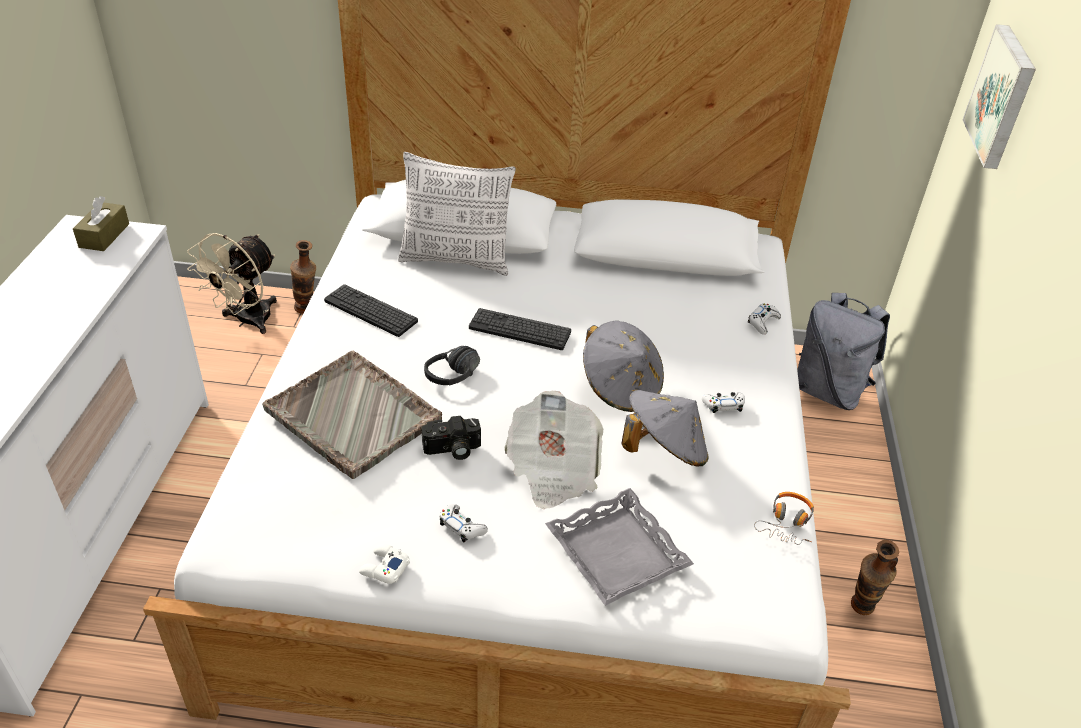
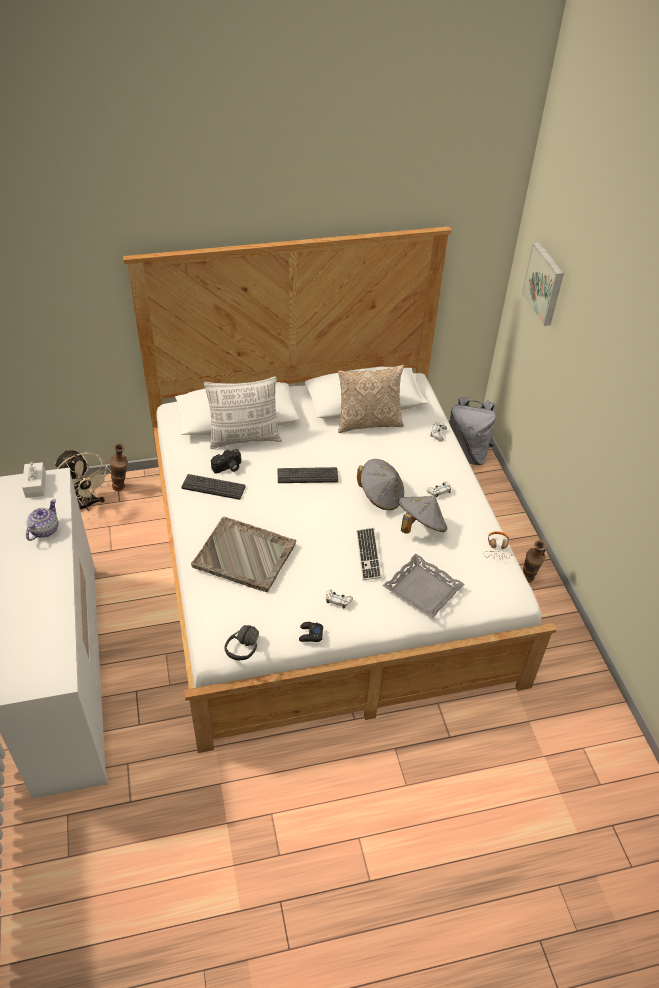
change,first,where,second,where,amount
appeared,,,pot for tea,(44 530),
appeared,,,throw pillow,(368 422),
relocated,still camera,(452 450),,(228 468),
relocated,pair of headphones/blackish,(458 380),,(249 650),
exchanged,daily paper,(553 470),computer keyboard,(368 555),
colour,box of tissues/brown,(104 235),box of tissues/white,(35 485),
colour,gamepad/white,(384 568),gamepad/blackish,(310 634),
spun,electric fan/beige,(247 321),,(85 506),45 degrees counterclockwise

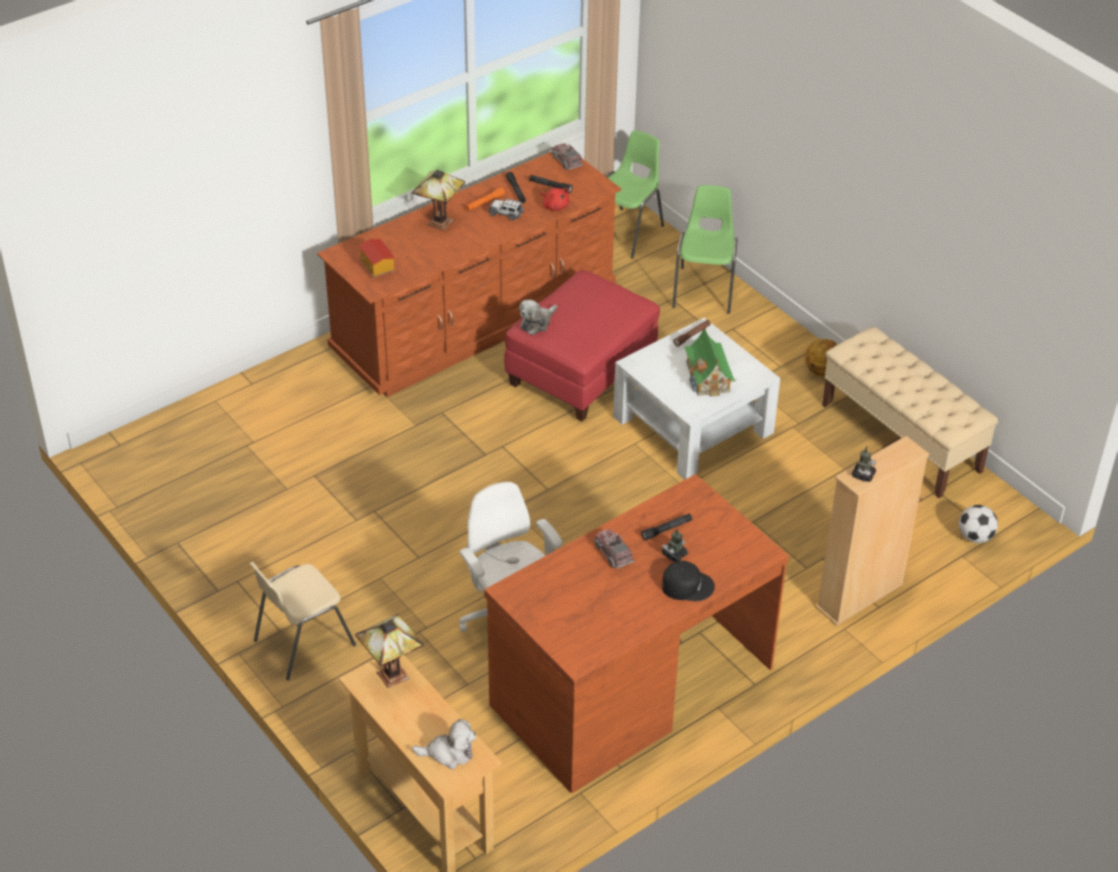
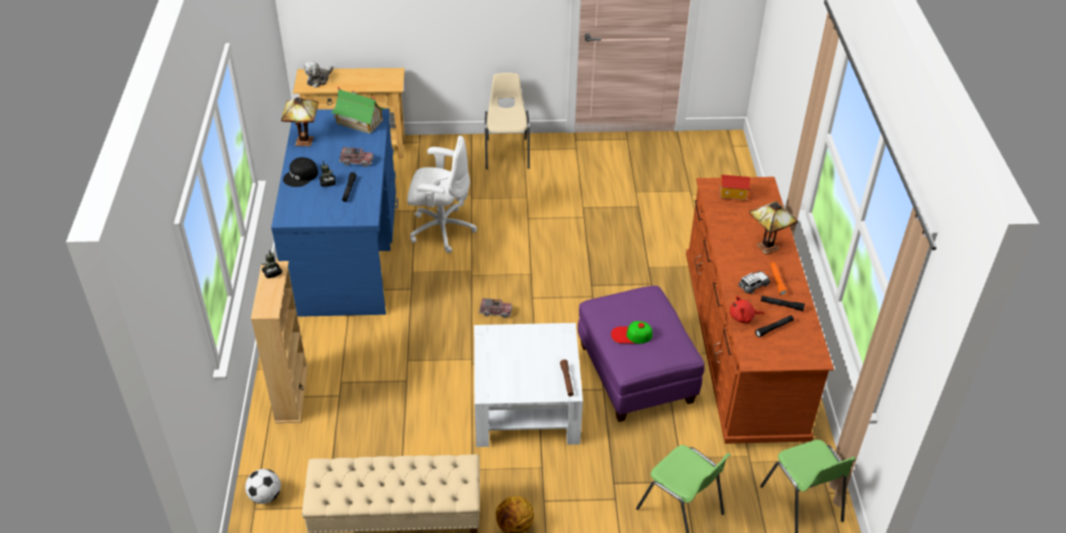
change,first,where,second,where,amount
missing,cuddly toy,(537 323),,,
appeared,,,peaked cap,(631 335),
relocated,table lamp,(391 677),,(303 140),
relocated,toy truck,(567 161),,(495 312),
relocated,model house,(708 377),,(359 121),
colour,desk table/brown,(630 685),desk table/bluish,(346 253),
colour,ottoman/red,(581 372),ottoman/purple-coloured,(636 375),

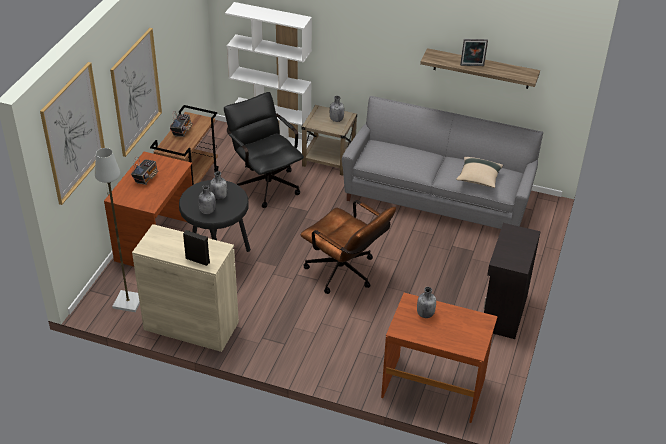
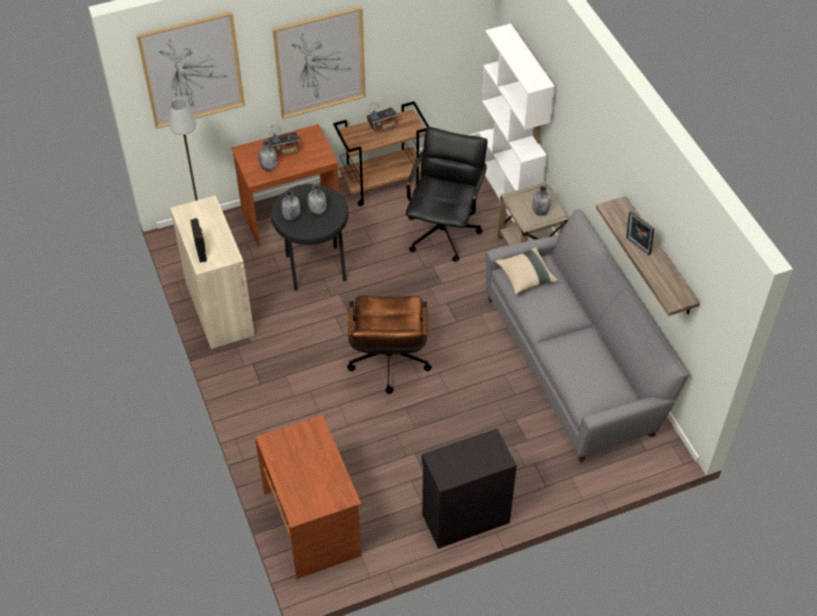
change,first,where,second,where,amount
relocated,bottle/grey,(425 314),,(269 166),
relocated,throw pillow/beige,(478 178),,(525 277),

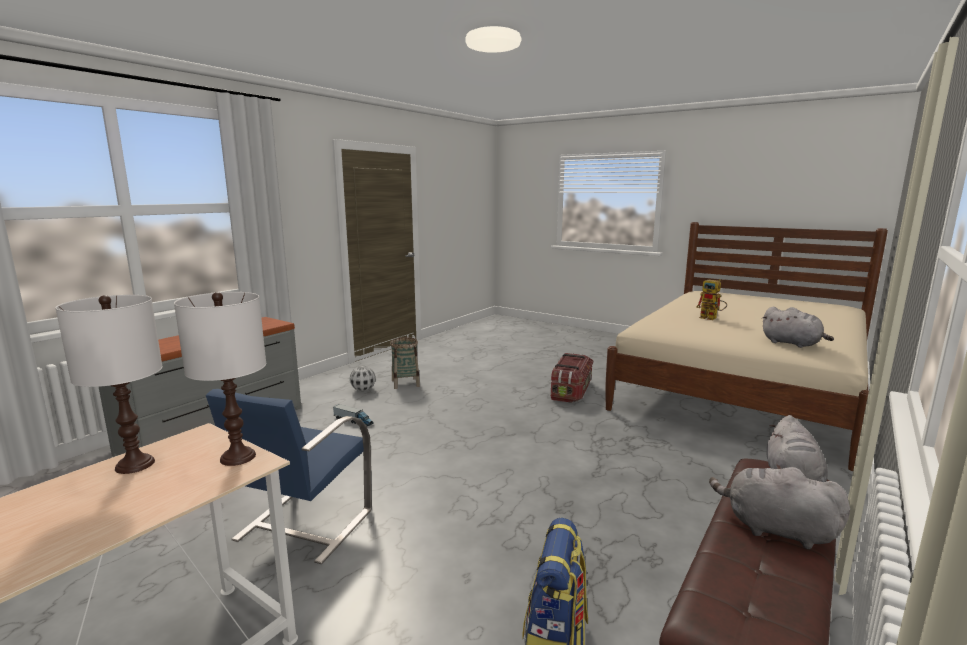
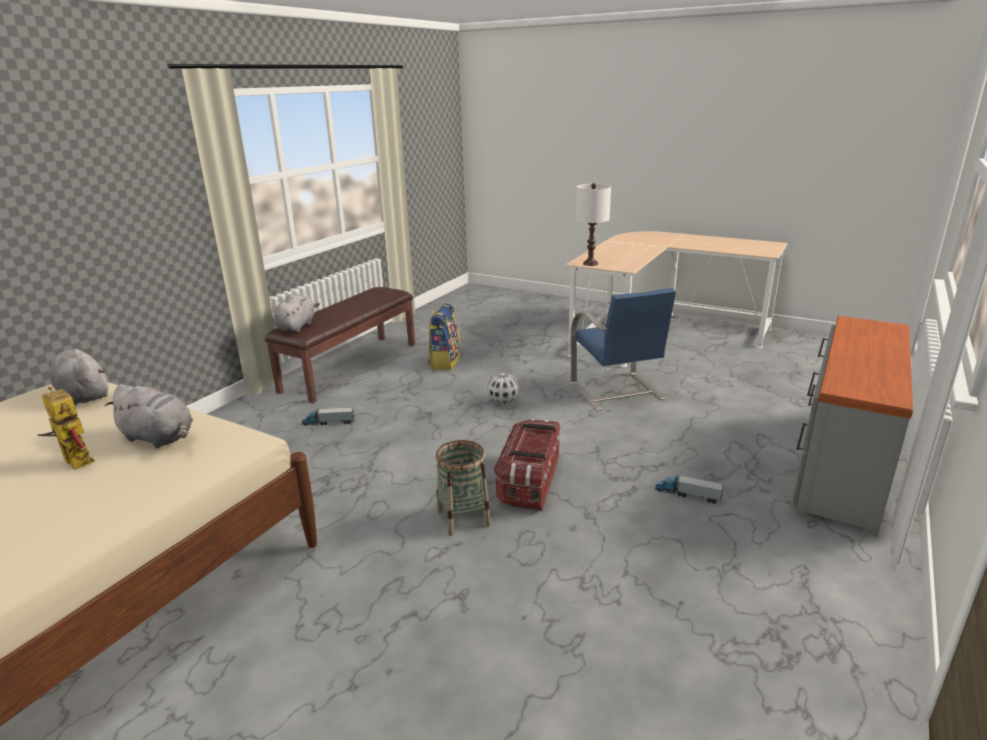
change,first,where,second,where,amount
missing,table lamp/white,(134 465),,,
appeared,,,toy truck,(328 422),
relocated,football ball,(363 390),,(503 402),
relocated,household basket,(405 383),,(463 518),
relocated,storage box,(571 391),,(529 481),
relocated,cuddly toy/grey,(774 529),,(160 438),
spun,plain chair/bluish,(302 526),,(617 392),150 degrees clockwise

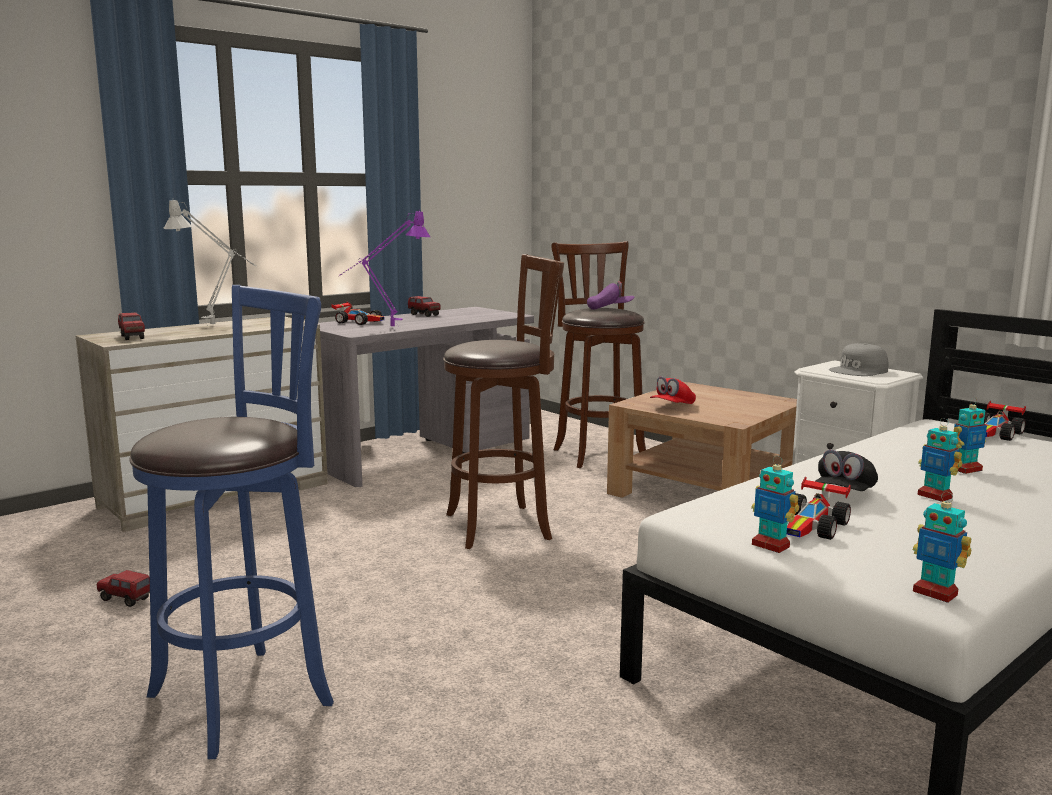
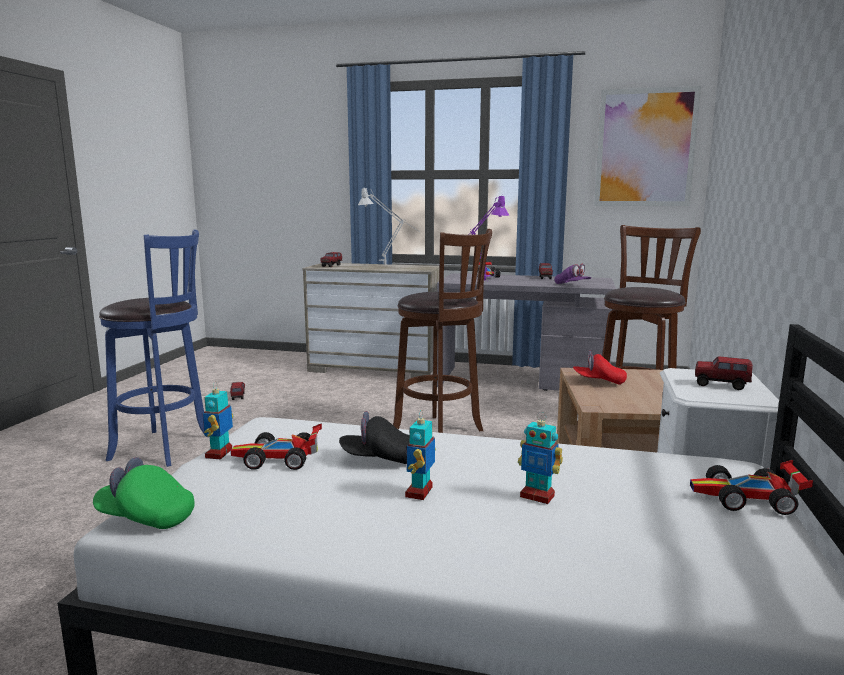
change,first,where,second,where,amount
appeared,,,wall picture,(645 148),
relocated,peaked cap/purple-coloured,(610 309),,(572 285),
exchanged,peaked cap/grey,(859 371),toy truck,(721 385),
exchanged,robot figure,(935 593),peaked cap/green,(146 517),

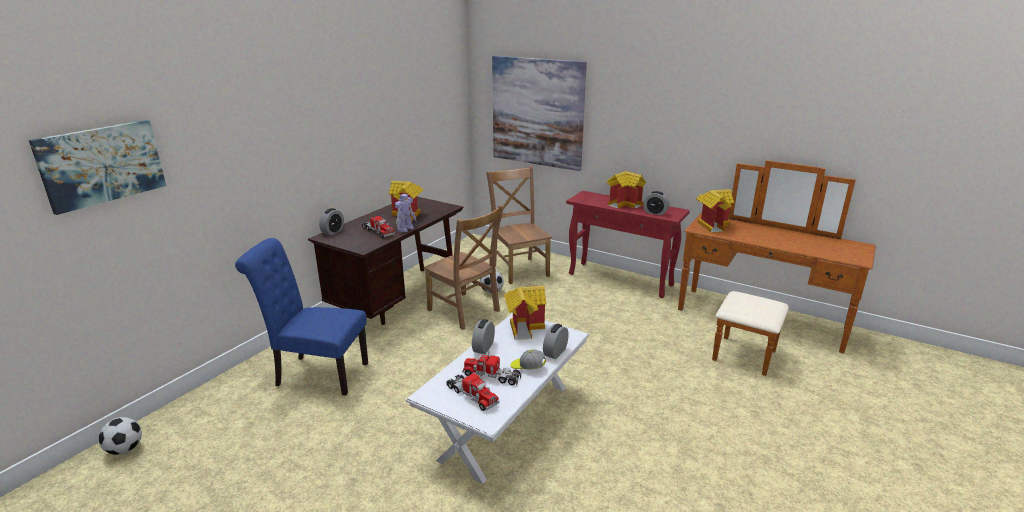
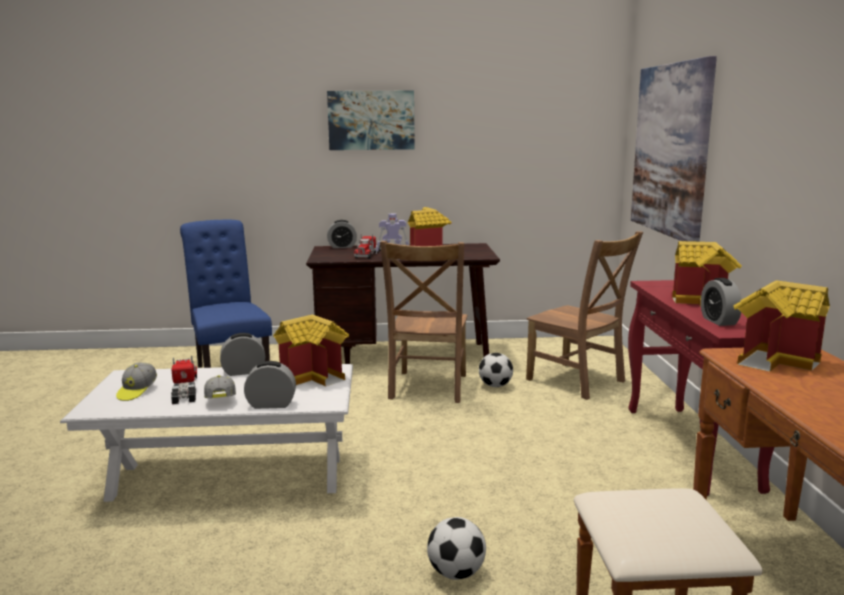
change,first,where,second,where,amount
relocated,wall picture,(102 164),,(371 120),
relocated,football ball,(125 449),,(456 573),
exchanged,toy truck,(471 395),peaked cap,(137 391),
spun,plain chair/brown,(519 269),,(578 382),105 degrees clockwise

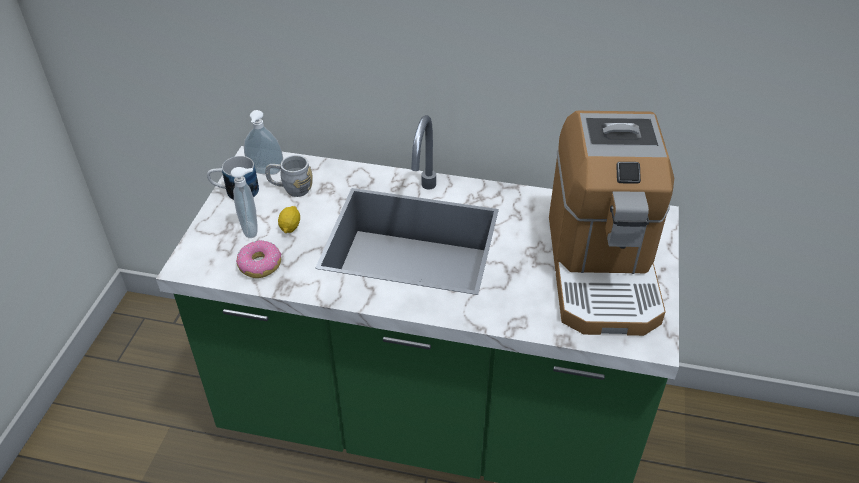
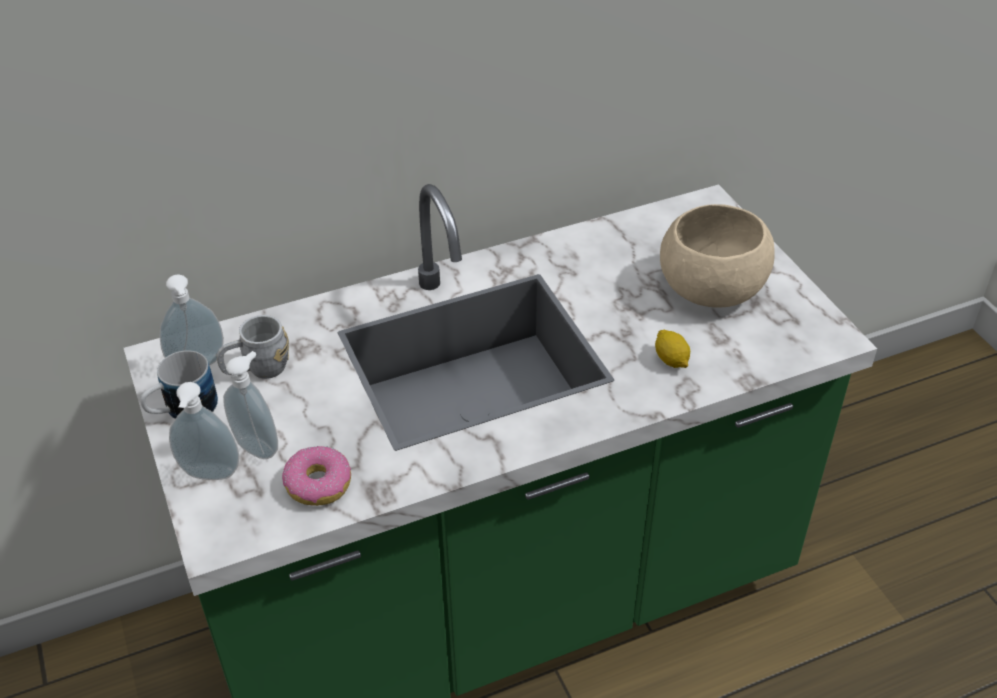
change,first,where,second,where,amount
appeared,,,liquid soap bottle,(210 475),
relocated,citrus fruit,(290 227),,(671 359),
exchanged,coffee brewer,(602 268),deep dish/beige,(711 286),

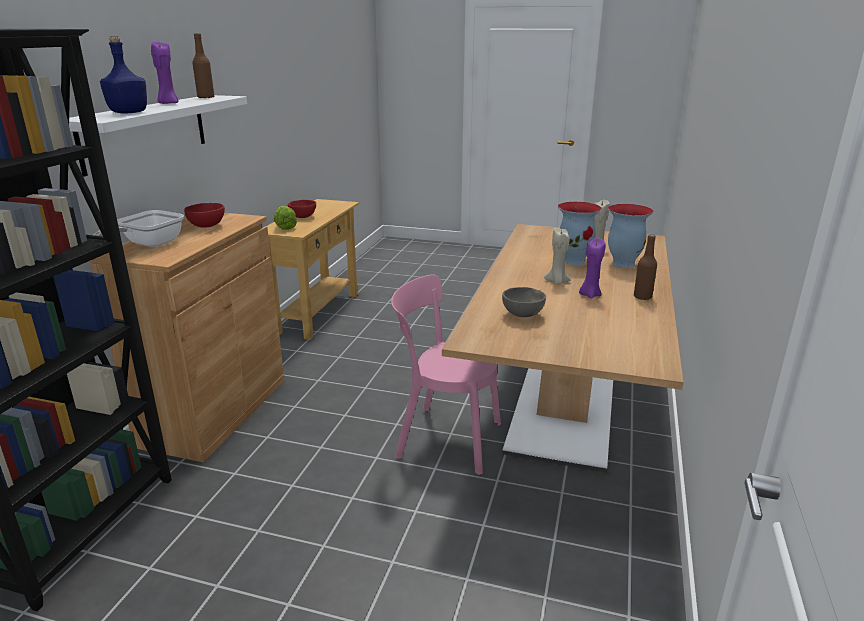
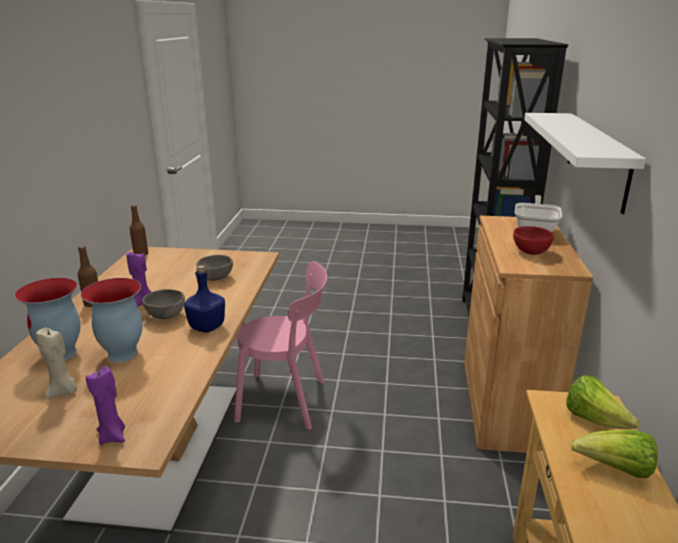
change,first,where,second,where,amount
relocated,bottle/bluish,(128 112),,(207 327),
relocated,candle/purple-coloured,(168 103),,(113 436),
relocated,bottle/brown,(206 97),,(141 254),
exchanged,deep dish/red,(303 217),lettuce head,(615 469),
exchanged,candle/beige,(557 282),deep dish/grey,(166 316),

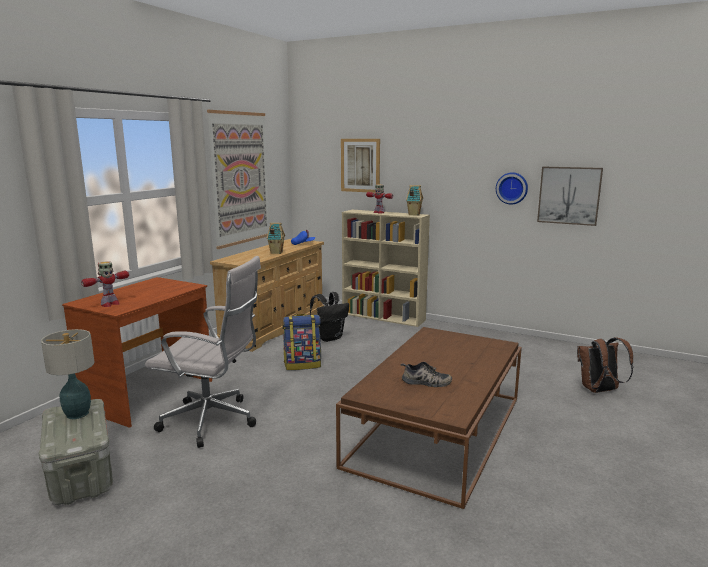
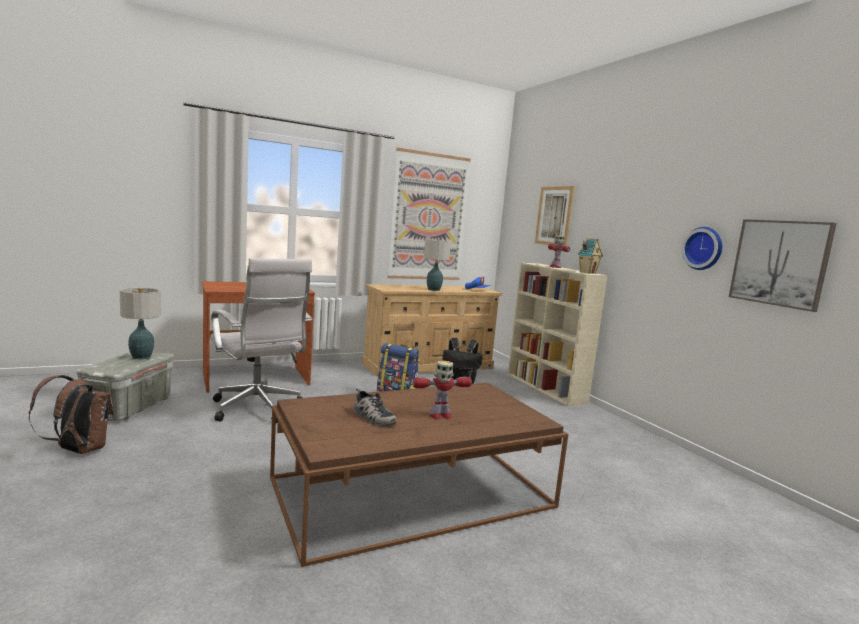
change,first,where,second,where,amount
relocated,robot figure,(109 304),,(440 415),
relocated,knapsack/brown,(599 390),,(78 450),
exchanged,model house,(276 252),table lamp,(433 290),

